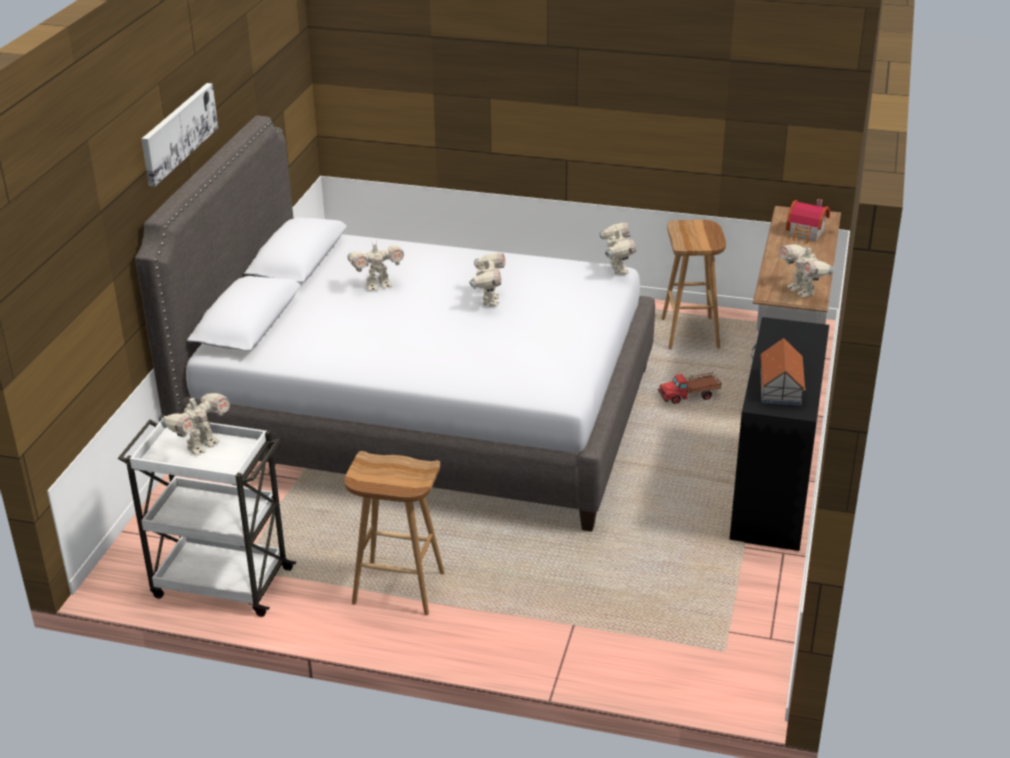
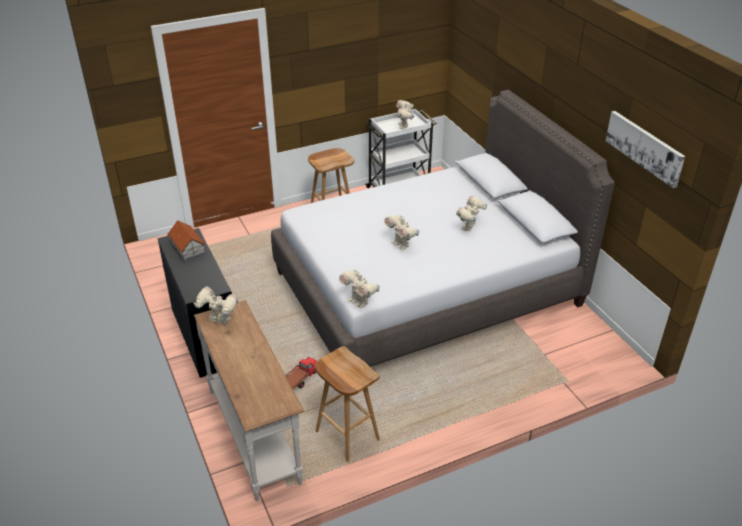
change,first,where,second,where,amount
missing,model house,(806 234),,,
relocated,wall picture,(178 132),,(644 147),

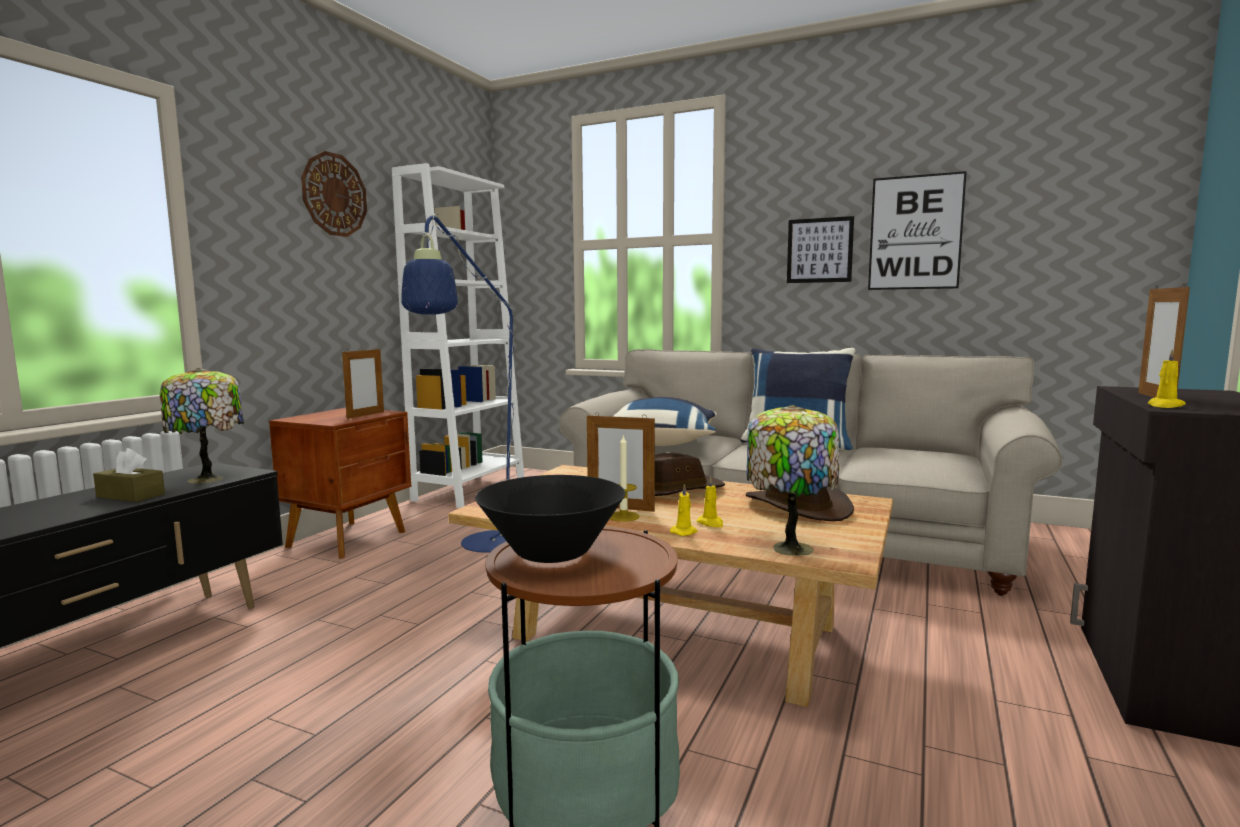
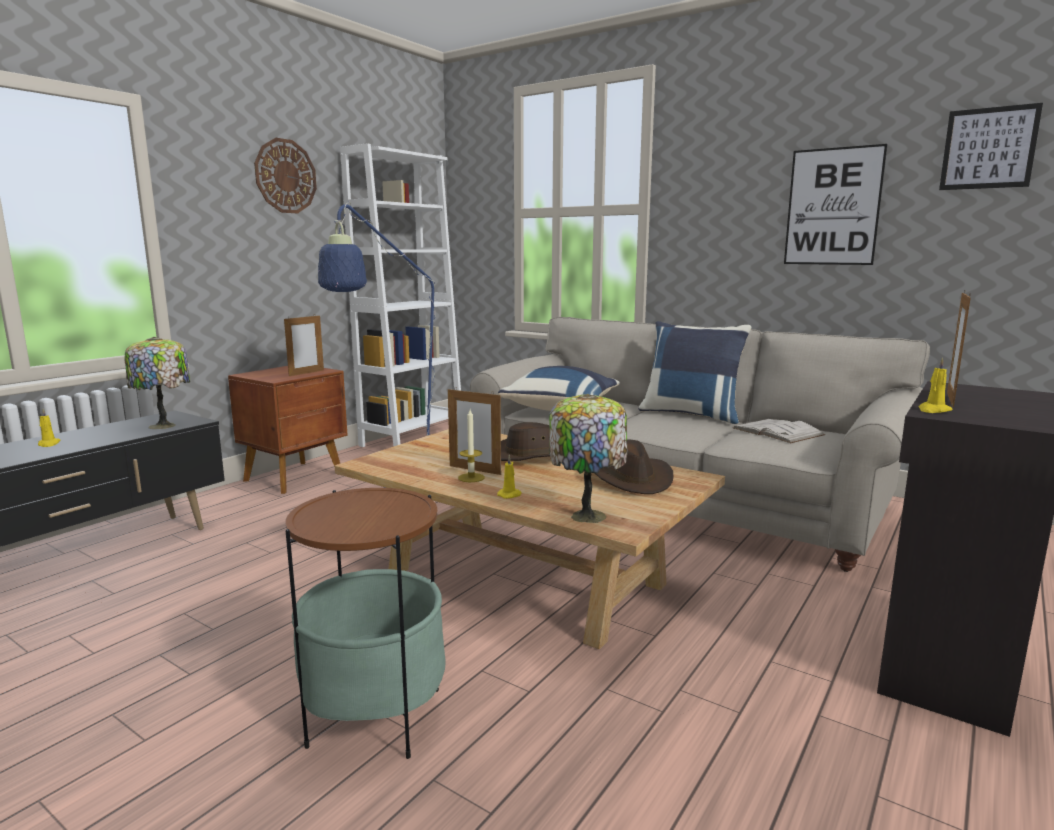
change,first,where,second,where,amount
missing,box of tissues/brown,(130 495),,,
missing,deep dish/blackish,(552 552),,,
appeared,,,book/white,(777 431),
relocated,candle/yellow,(711 523),,(49 444),
relocated,wall picture,(819 250),,(988 148),

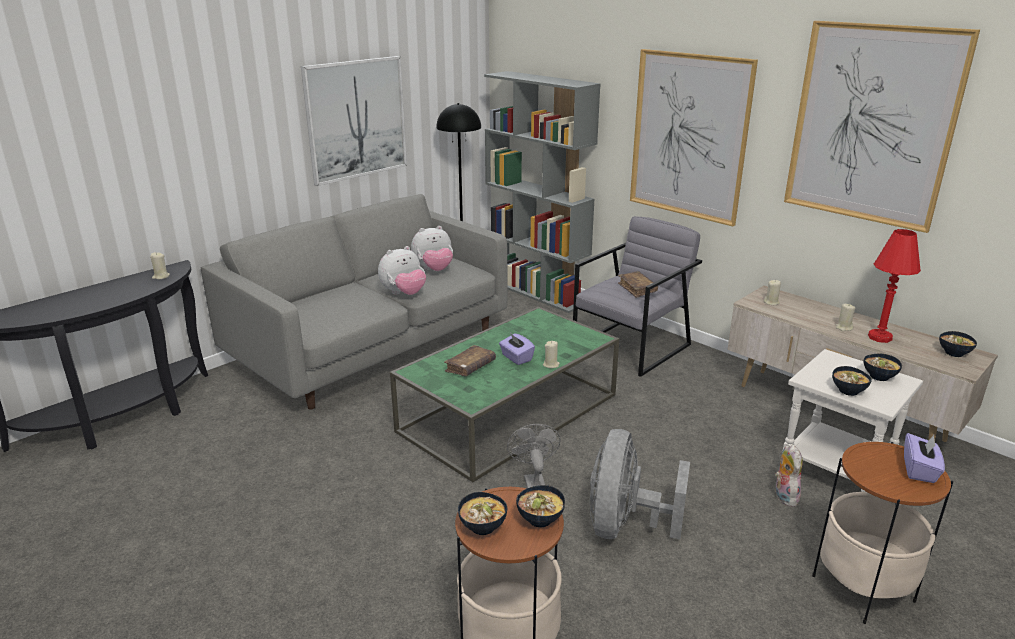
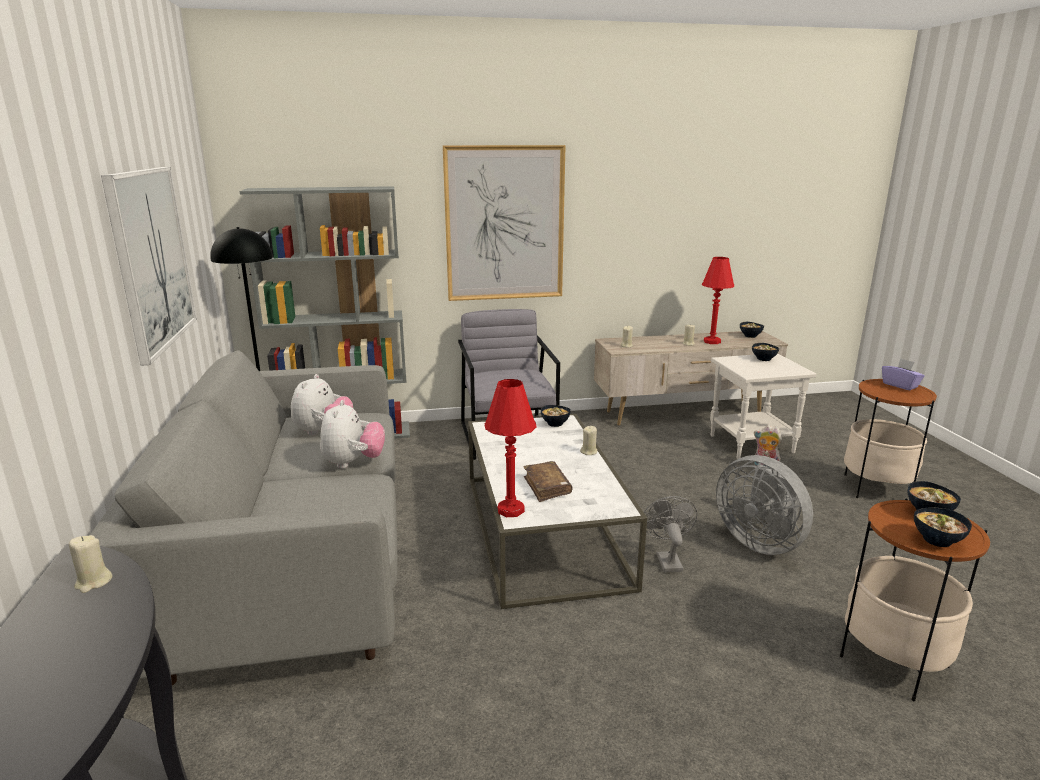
change,first,where,second,where,amount
missing,box of tissues/purple-coloured,(516 358),,,
missing,book/brown,(637 289),,,
missing,wall picture,(872 125),,,
appeared,,,table lamp/red,(511 510),
relocated,deep dish,(848 391),,(555 424),
colour,coffee table/green,(508 413),coffee table/white,(542 530),
spun,electric fan/grey,(533 482),,(667 559),60 degrees clockwise

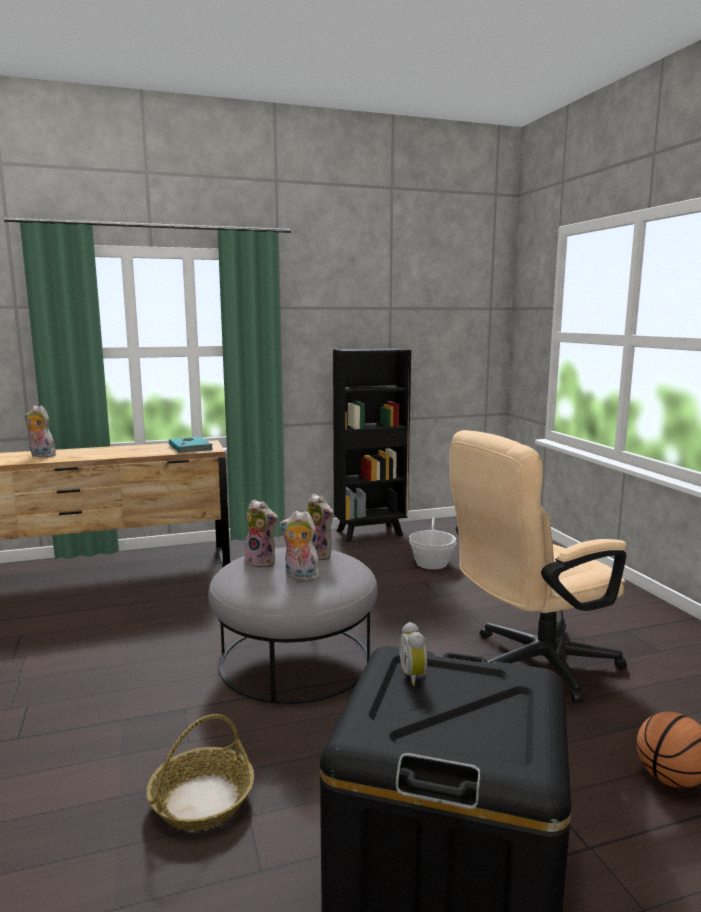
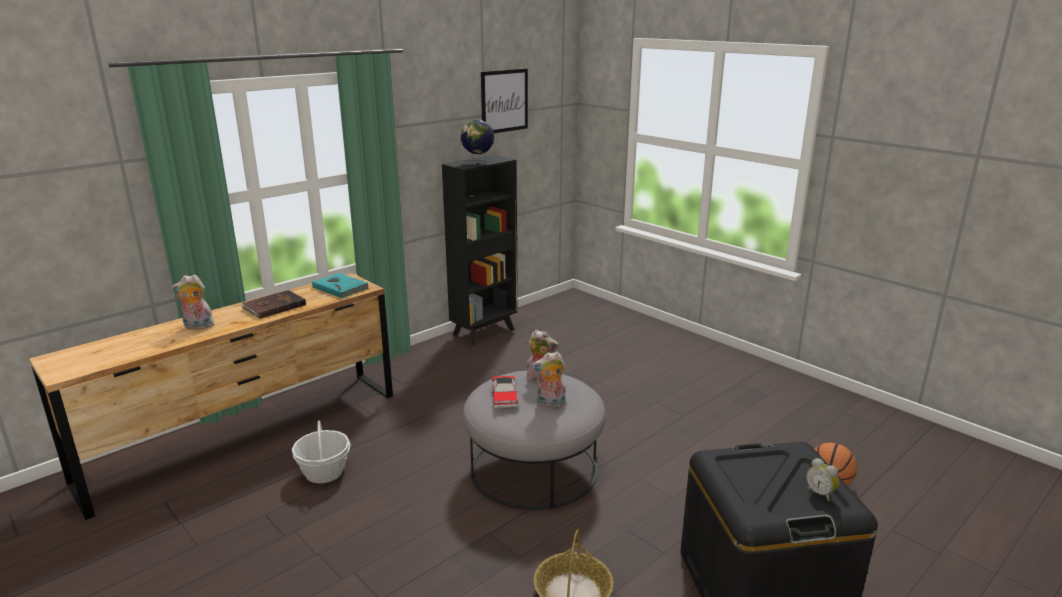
change,first,where,second,where,amount
missing,office chair/beige,(531 665),,,
appeared,,,book/brown,(273 306),
appeared,,,desk globe,(478 163),
appeared,,,wall picture,(504 101),
relocated,table clock,(414 676),,(820 493),
relocated,household basket,(431 563),,(324 472),
exchanged,cuddly toy,(262 562),toy car,(504 397),

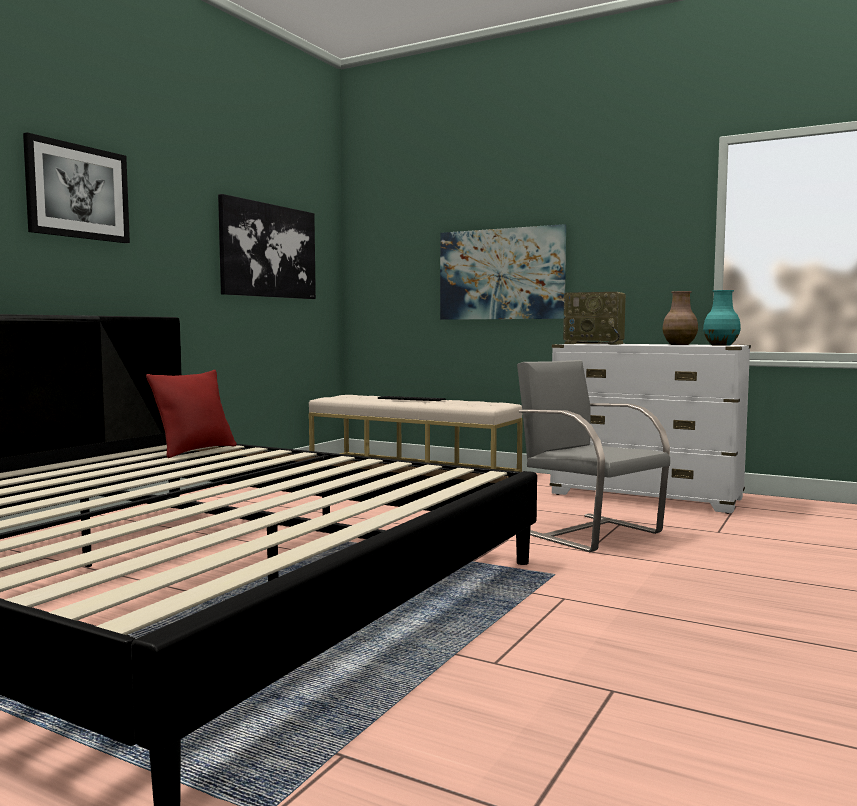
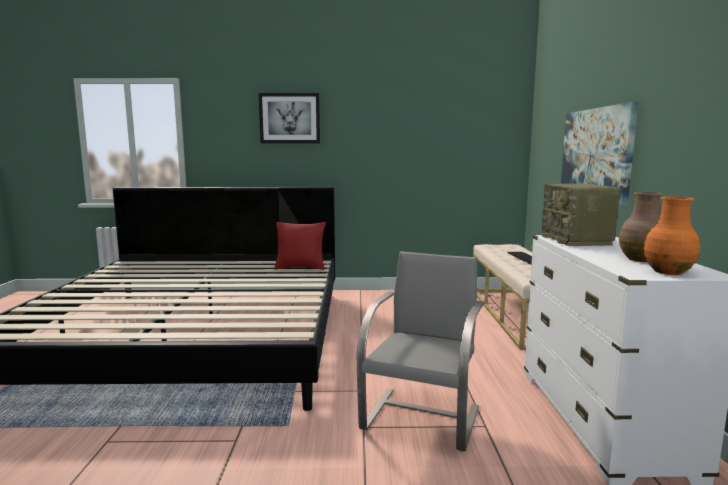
change,first,where,second,where,amount
missing,wall picture,(268 251),,,
colour,vase/blue-green,(720 345),vase/orange-coloured,(668 271),

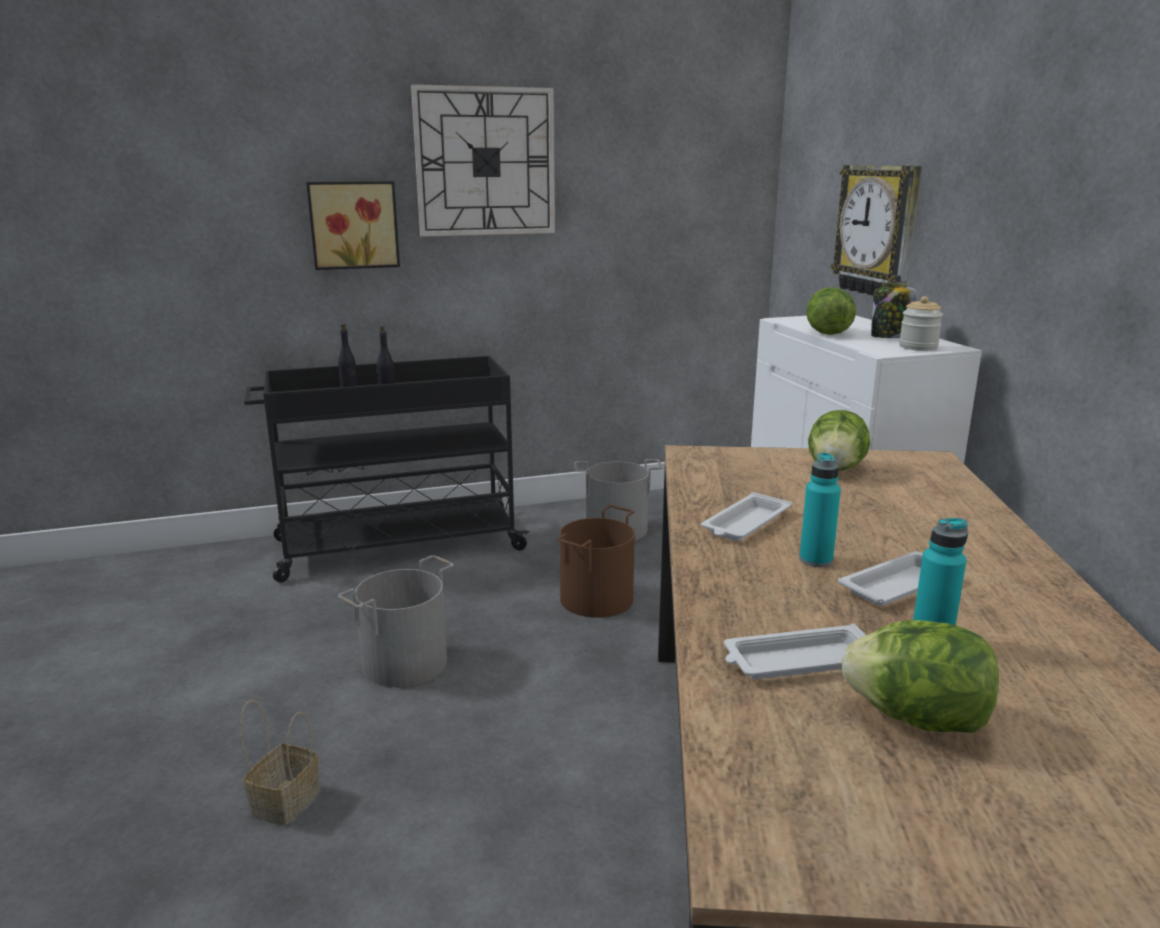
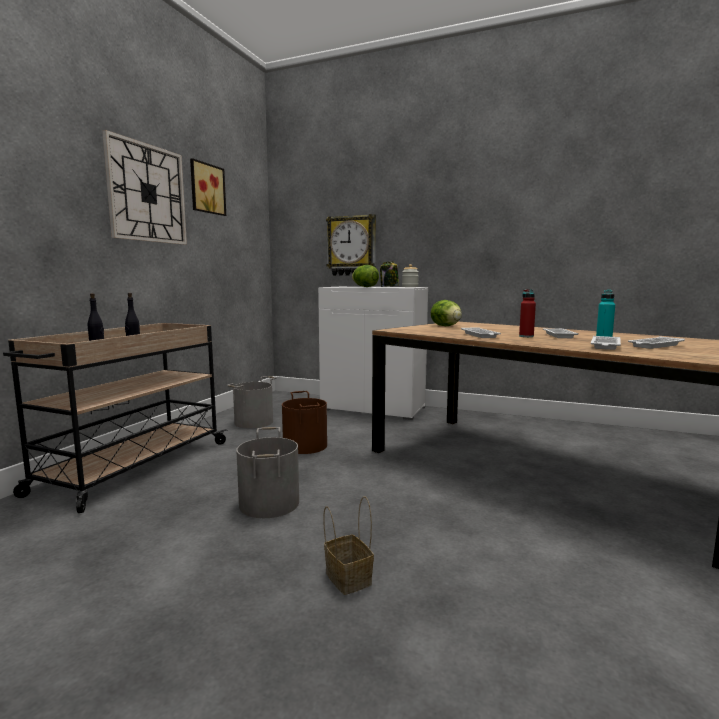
change,first,where,second,where,amount
relocated,wall picture,(354 225),,(206 188),
exchanged,lettuce head,(917 719),carrying tray/white,(655 346),
colour,trolley/blackish,(396 545),trolley/beige,(133 467),
colour,bottle/blue-green,(815 560),bottle/red,(526 336),

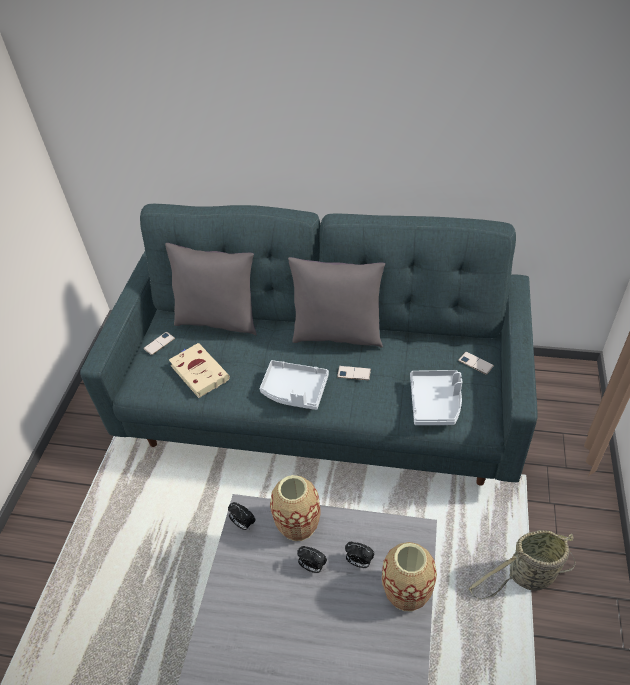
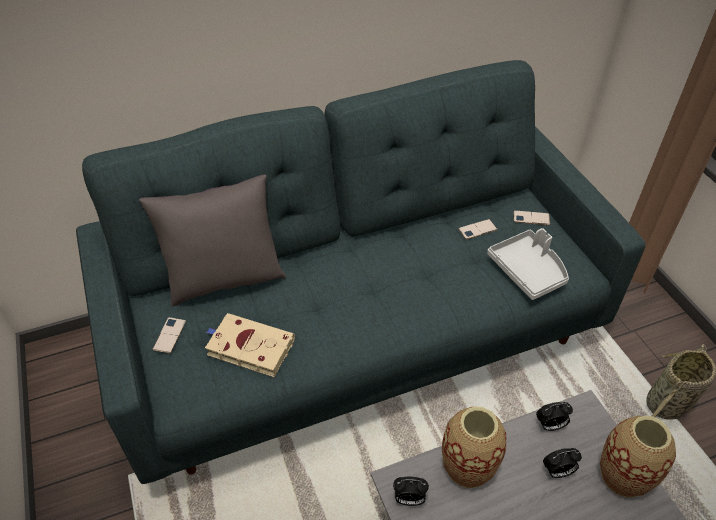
change,first,where,second,where,amount
missing,carrying tray/grey,(294 391),,,
missing,throw pillow/grey,(337 334),,,
relocated,table clock,(312 566),,(550 425),
relocated,phone,(354 373),,(477 229),

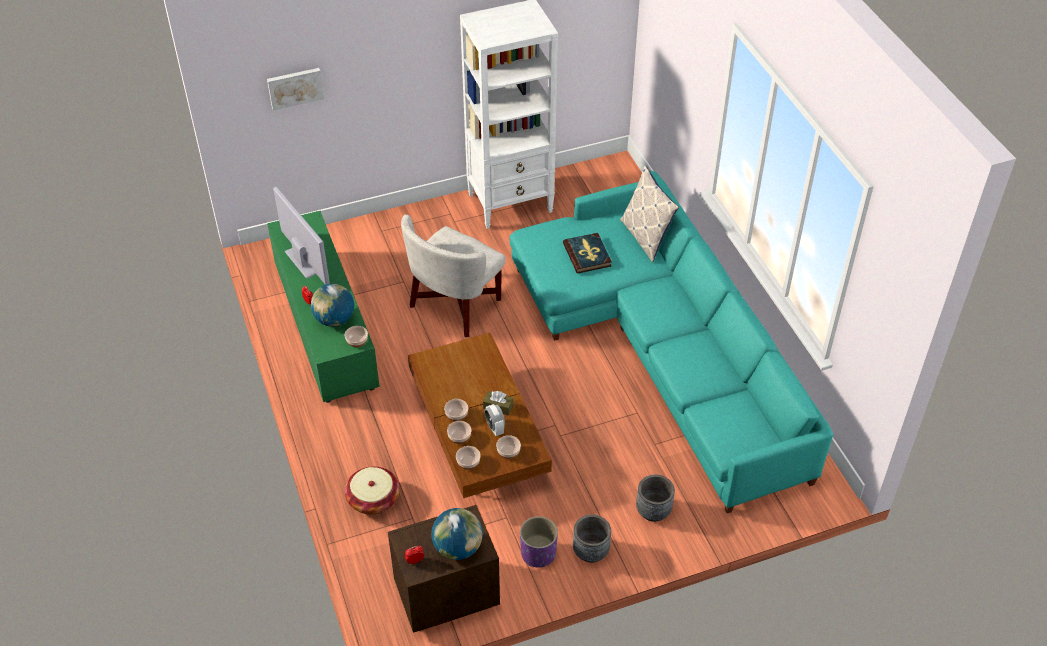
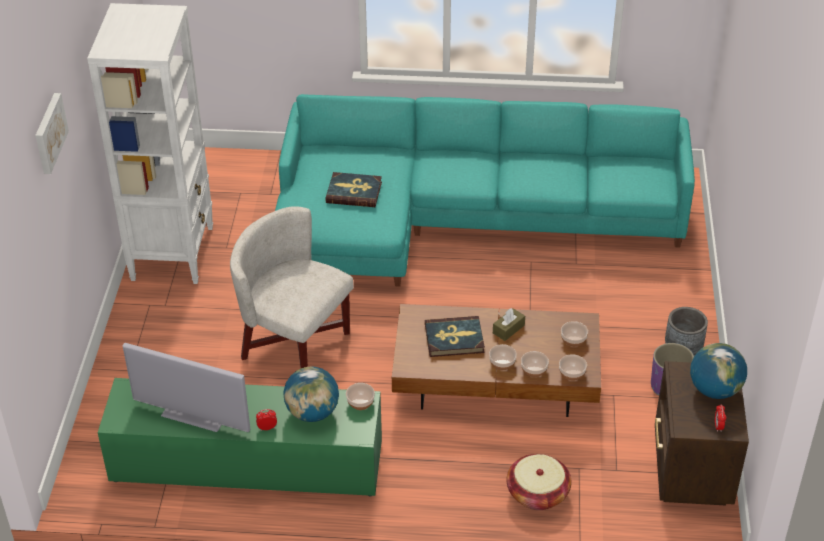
change,first,where,second,where,amount
missing,table clock,(495 428),,,
missing,throw pillow,(646 237),,,
missing,plant pot/grey,(653 511),,,
appeared,,,book,(454 339),
relocated,wall picture,(295 87),,(49 133),
spun,TV,(302 261),,(193 416),150 degrees counterclockwise
spun,armchair/white,(455 304),,(295 343),150 degrees clockwise

